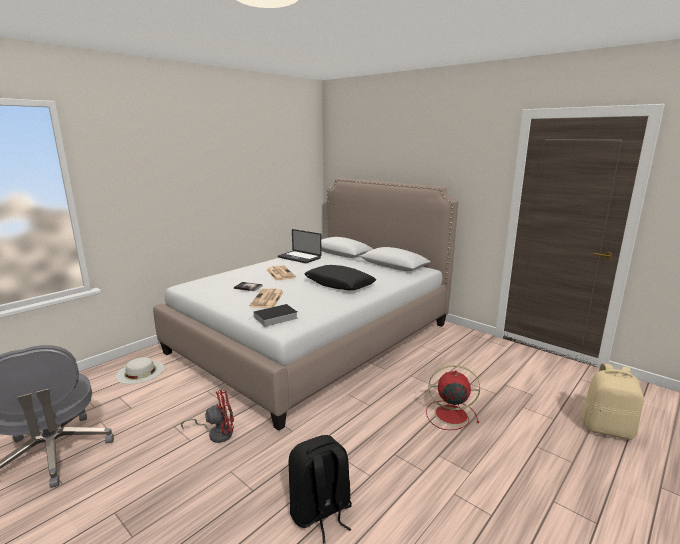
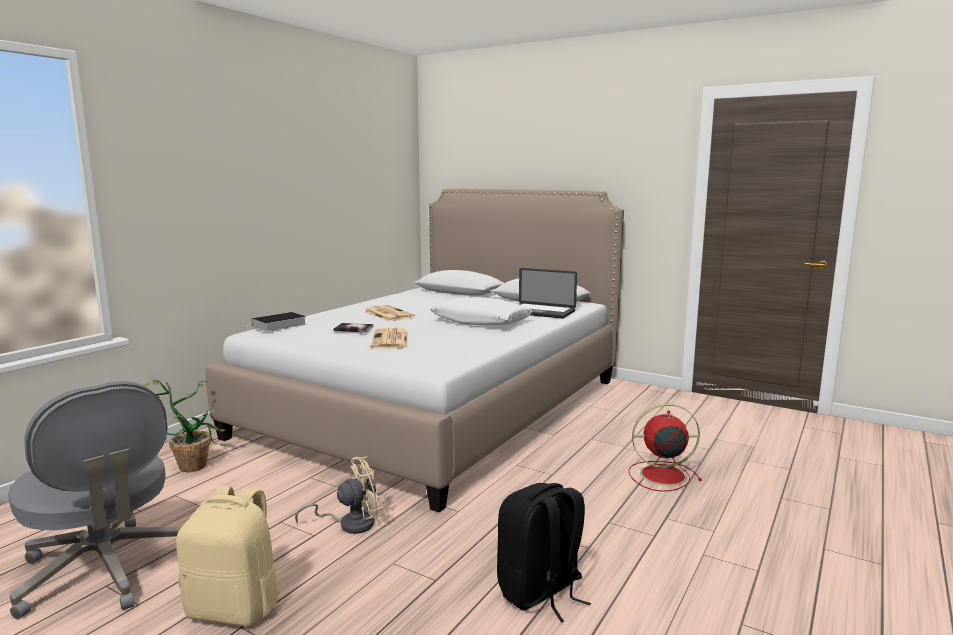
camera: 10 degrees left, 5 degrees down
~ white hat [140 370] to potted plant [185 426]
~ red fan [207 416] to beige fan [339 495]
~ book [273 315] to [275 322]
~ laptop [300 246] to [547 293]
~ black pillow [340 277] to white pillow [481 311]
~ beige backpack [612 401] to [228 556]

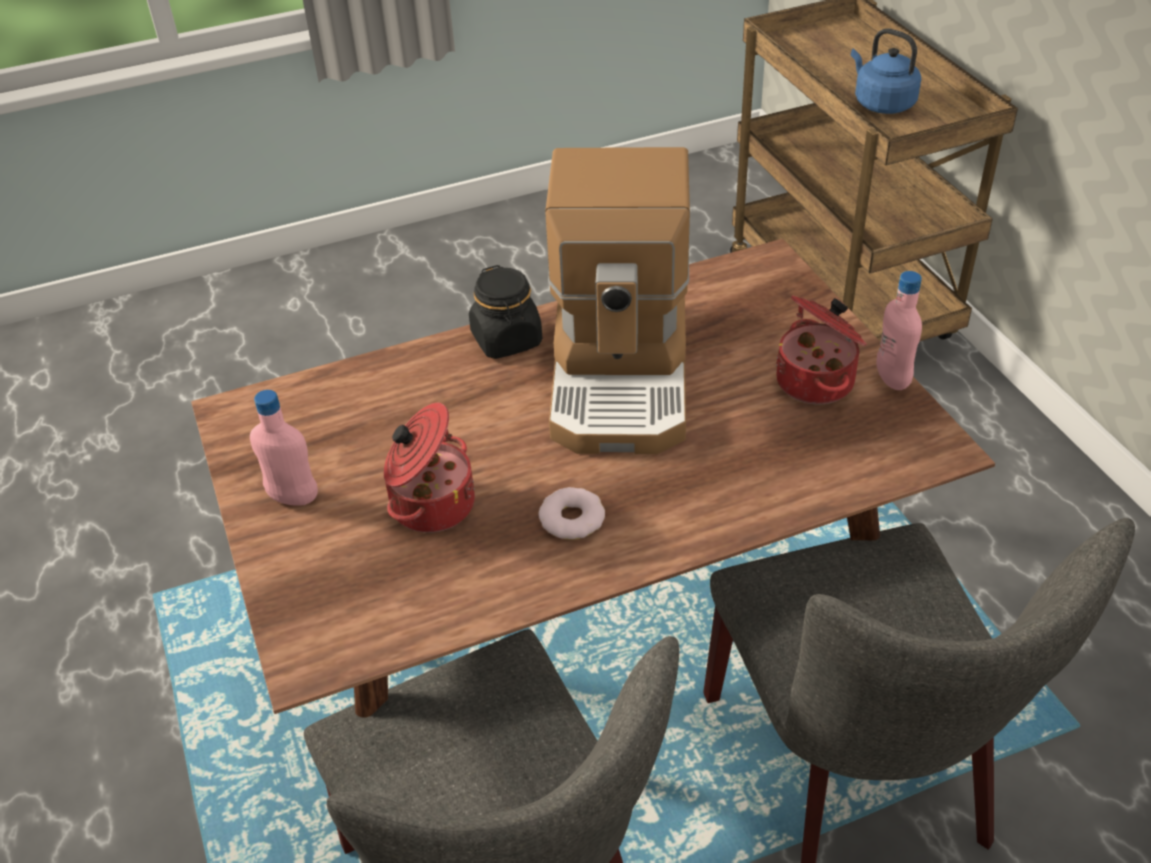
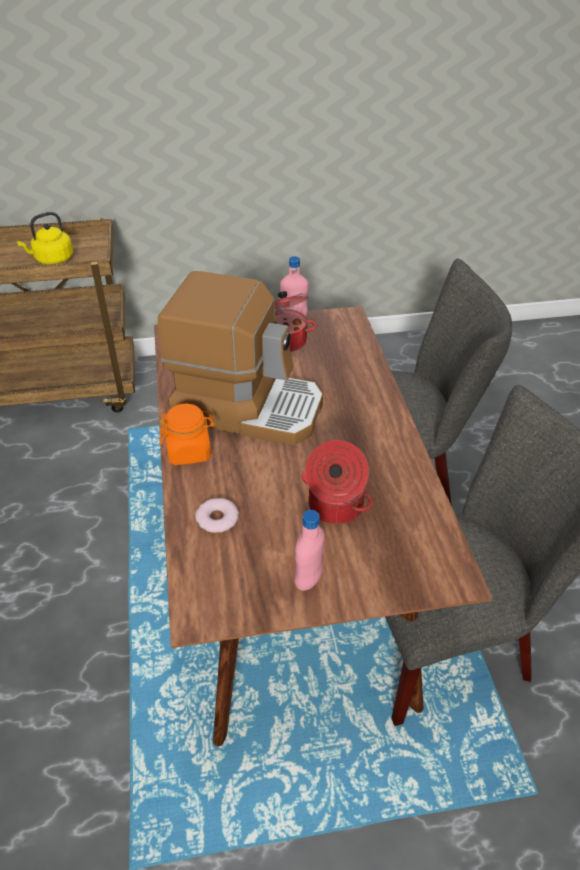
camera: 80 degrees left, 0 degrees up
~ black jar [505 312] to orange jar [187 434]
~ donut [572 513] to [217 515]
~ blue kettle [886 71] to yellow kettle [45 238]

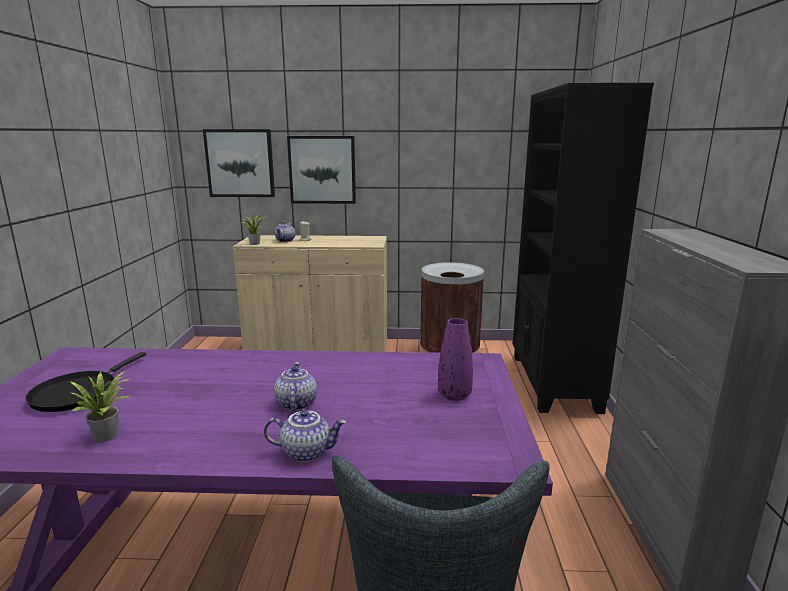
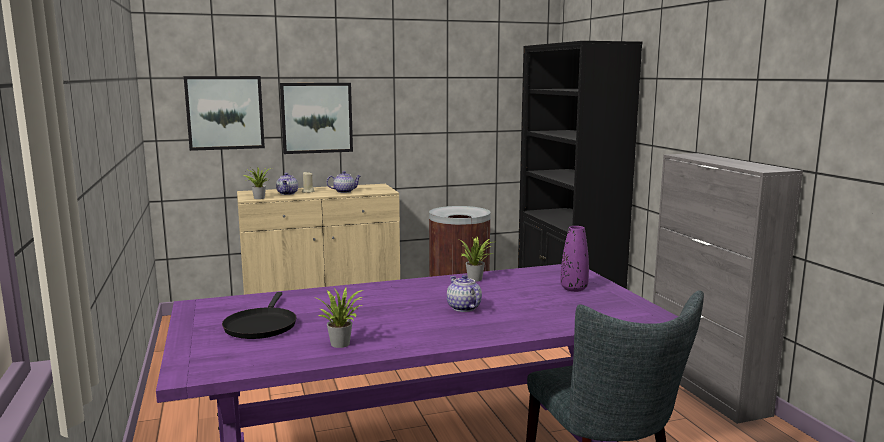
camera: 20 degrees left, 5 degrees down
~ teapot [305 435] to [343 182]
+ potted plant [477 259]

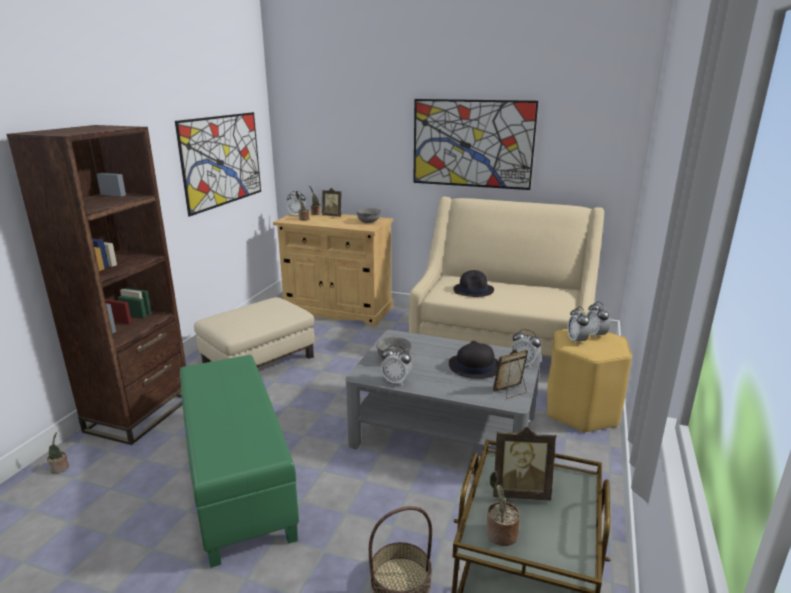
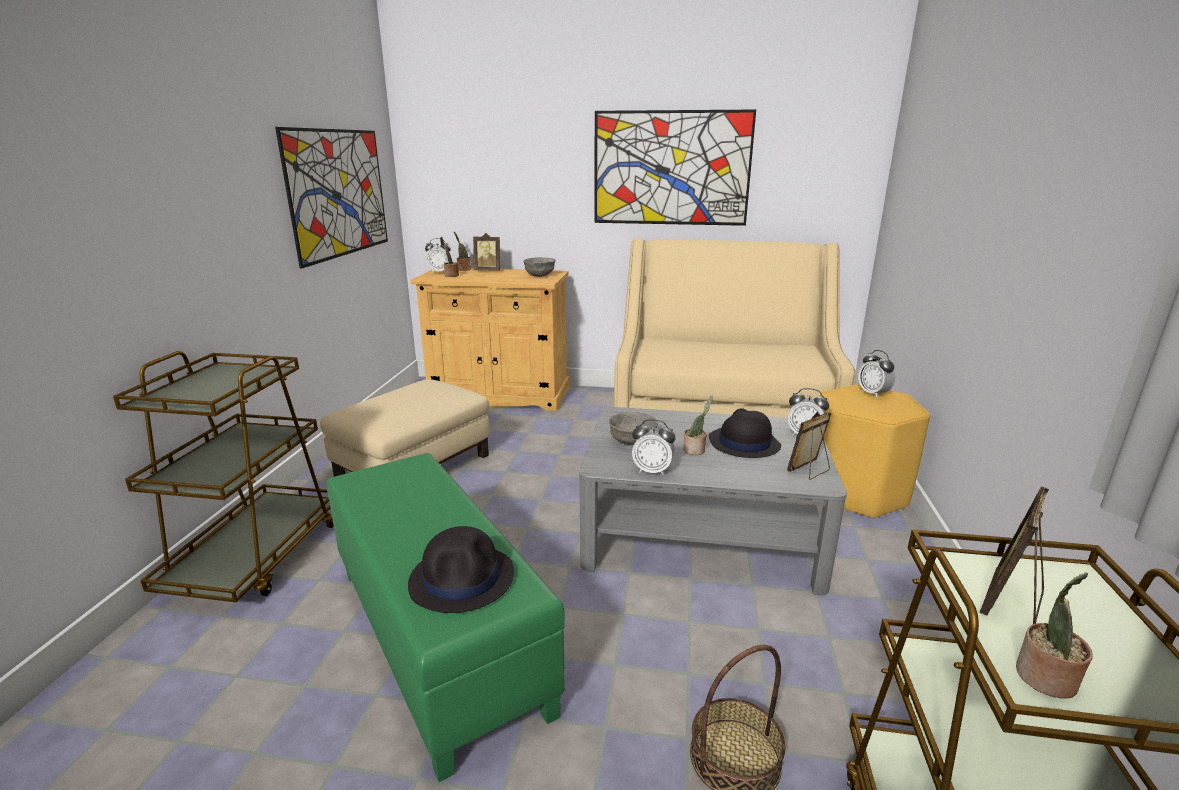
camera: 10 degrees left, 0 degrees up
~ brown bookcase [96 285] to brown cart [223 476]
~ potted plant [58 453] to [698 425]
~ black hat [473 283] to [461 569]
~ picture frame [524 464] = [1014 555] 135 degrees clockwise
- alarm clock [579 325]

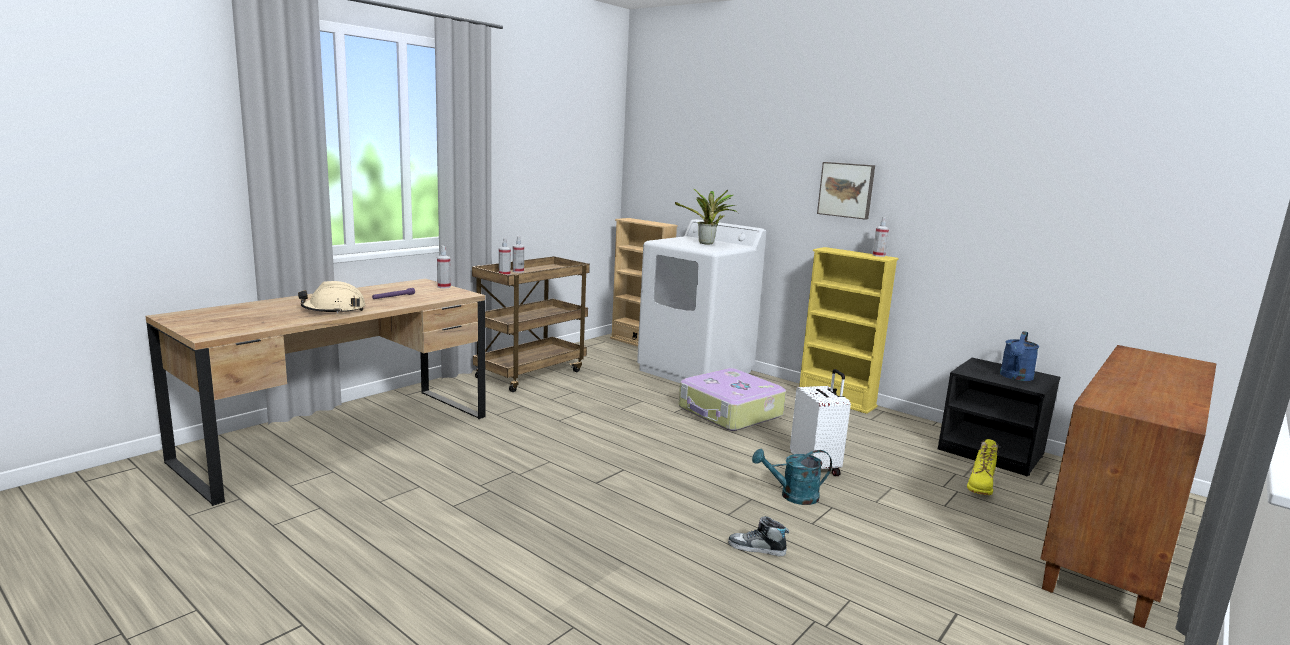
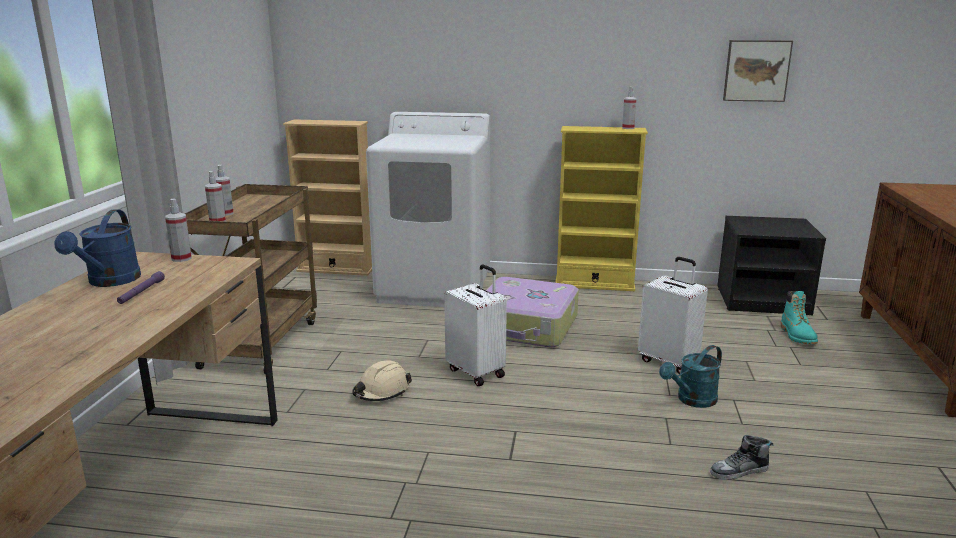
camera: 30 degrees left, 5 degrees up
~ beige hard hat [332 297] to [382 380]
- potted plant [706 216]
~ picture [846 191] to [758 71]
~ yellow boot [983 467] to turquoise boot [799 317]
~ blue watering can [1019 356] to [97 248]
+ white suitcase [475 325]

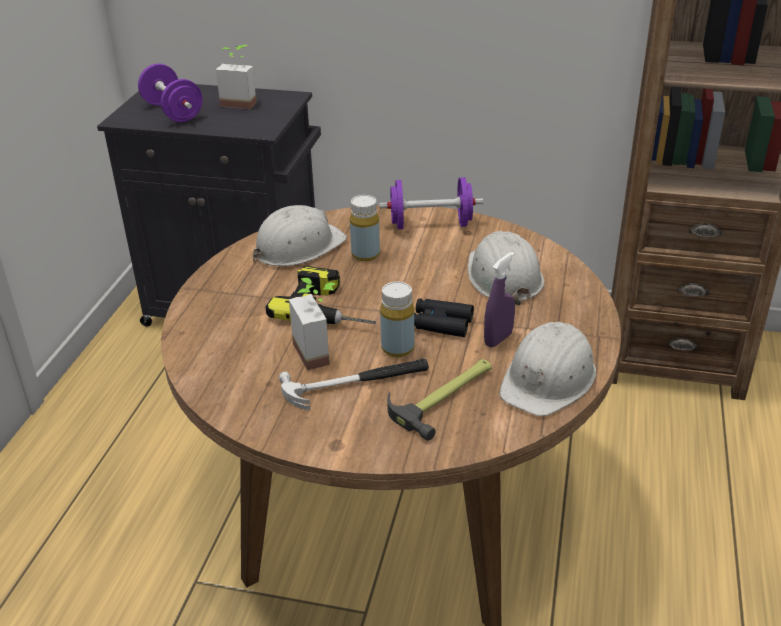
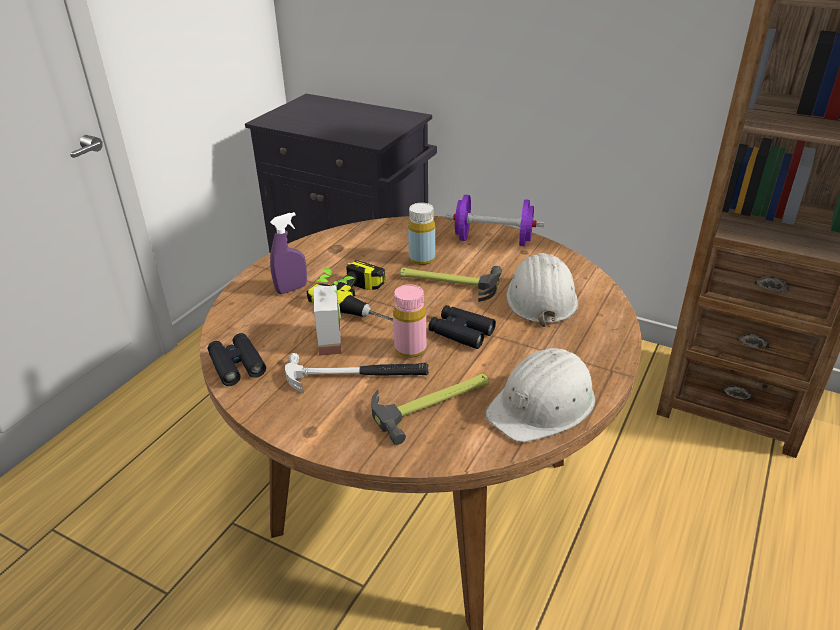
camera: 15 degrees right, 0 degrees up
- purple dumbbell [170 93]
- potted plant [236 77]
- white hard hat [300 235]
~ yellow bottle [397 319] to pink bottle [410 321]
~ purple spray bottle [499 299] to [288 253]
+ black binoculars [237 359]
+ hammer [451 284]

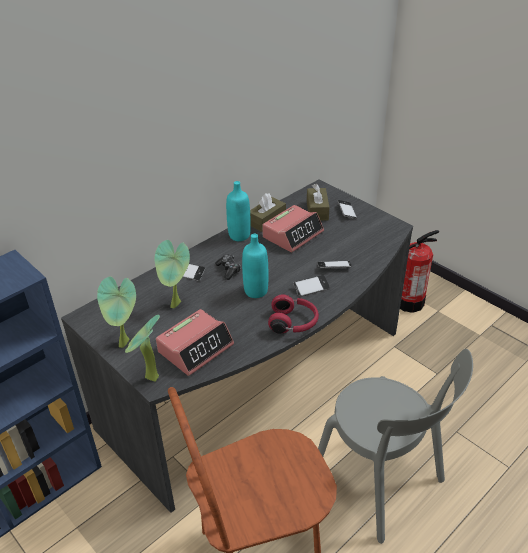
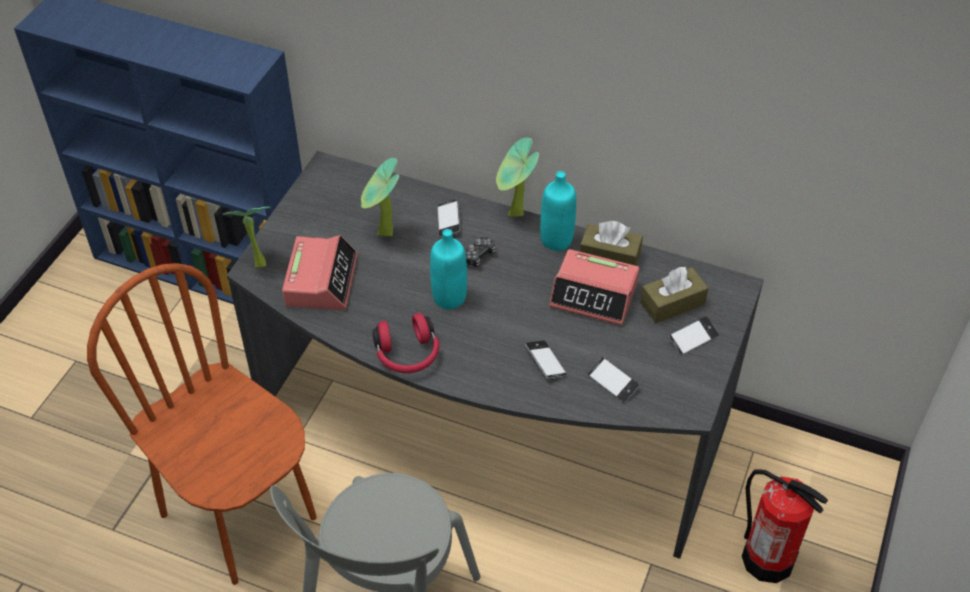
camera: 65 degrees right, 10 degrees up
~ potted plant [116 312] to [517 177]
~ alarm clock [195 342] = [320 272] 105 degrees counterclockwise
~ phone [311 286] to [614 380]

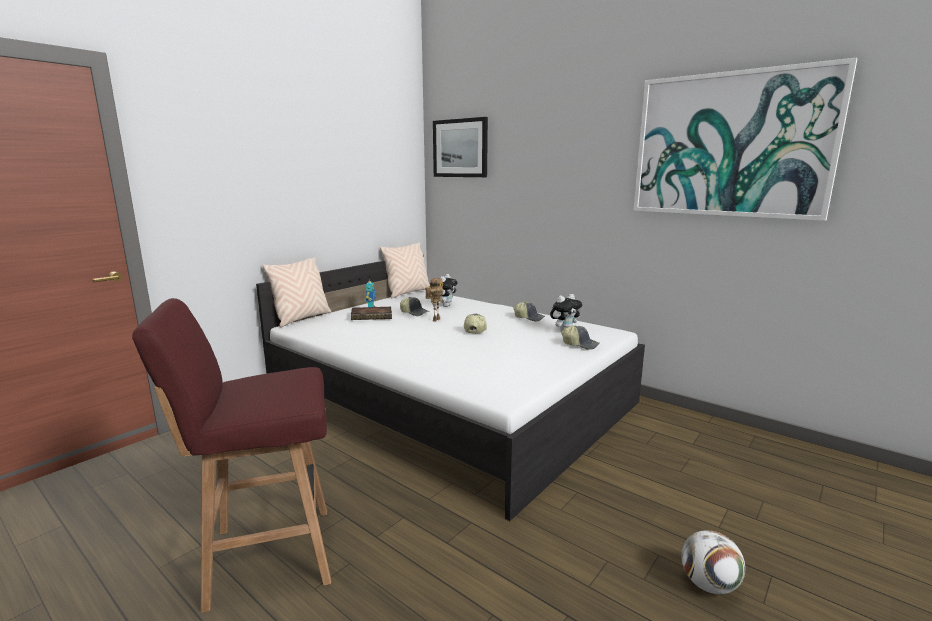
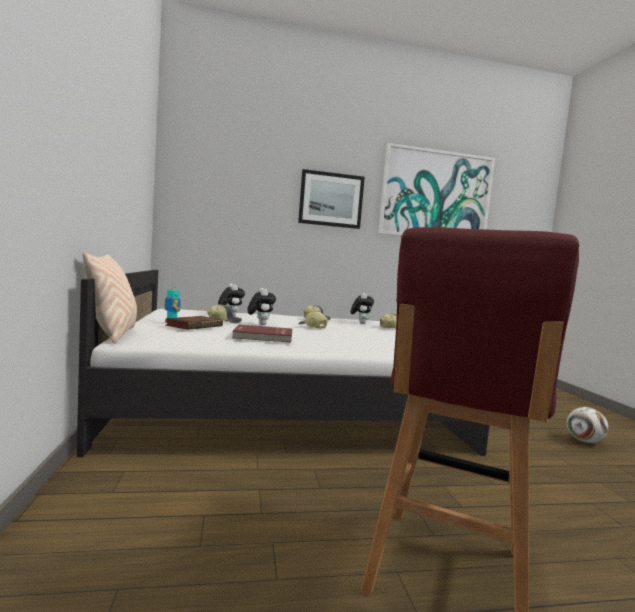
camera: 50 degrees left, 10 degrees down
- beige pillow [405 270]
~ toy robot [434 300] to plush toy [261 306]
~ picture [460 147] to [331 199]
+ red book [262 334]

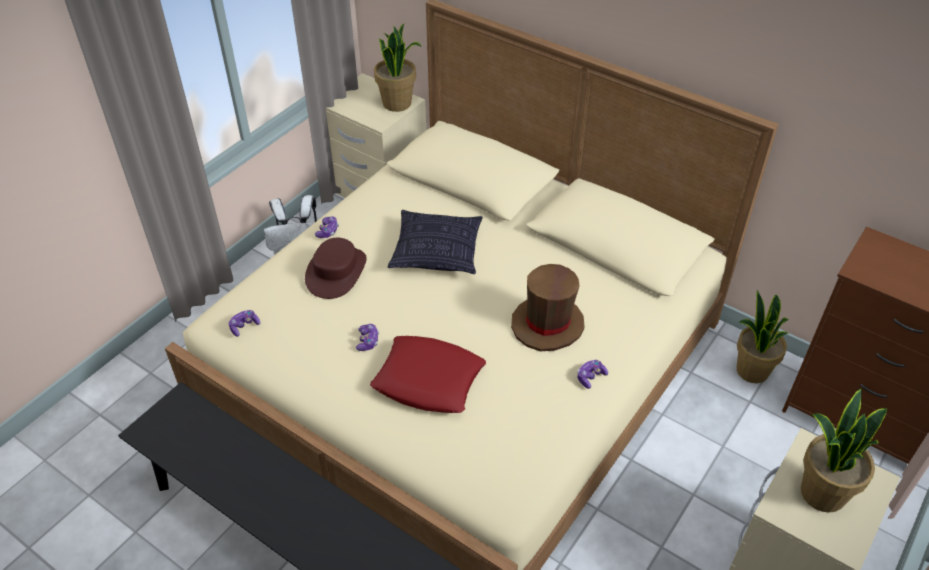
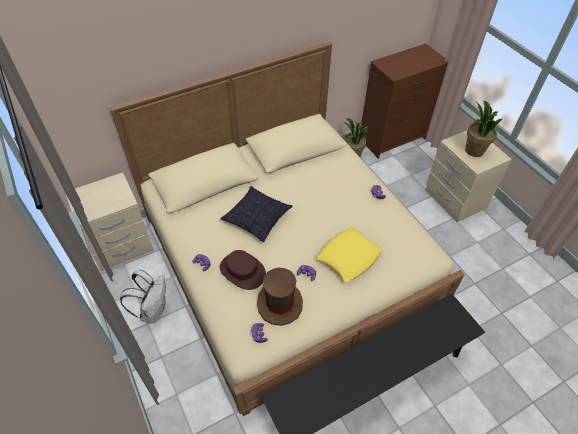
camera: 65 degrees left, 5 degrees up
~ red pillow [428 374] to yellow pillow [350 254]
- potted plant [398 68]
~ brown hat [547 307] to [280 297]

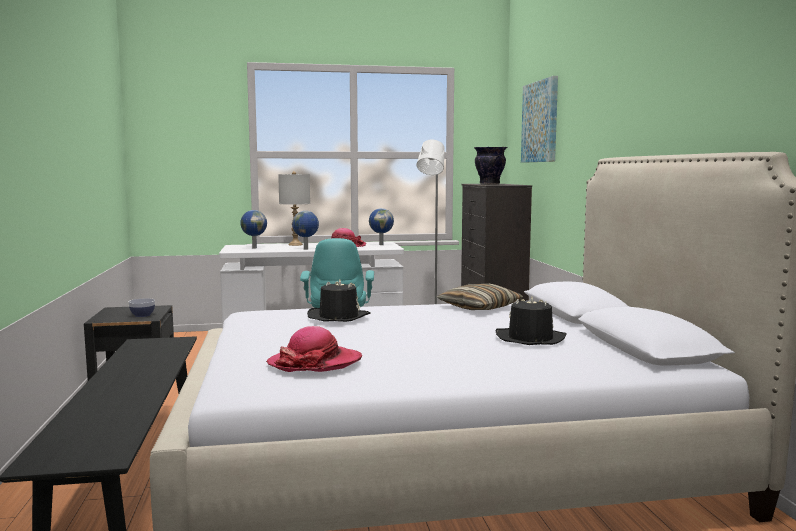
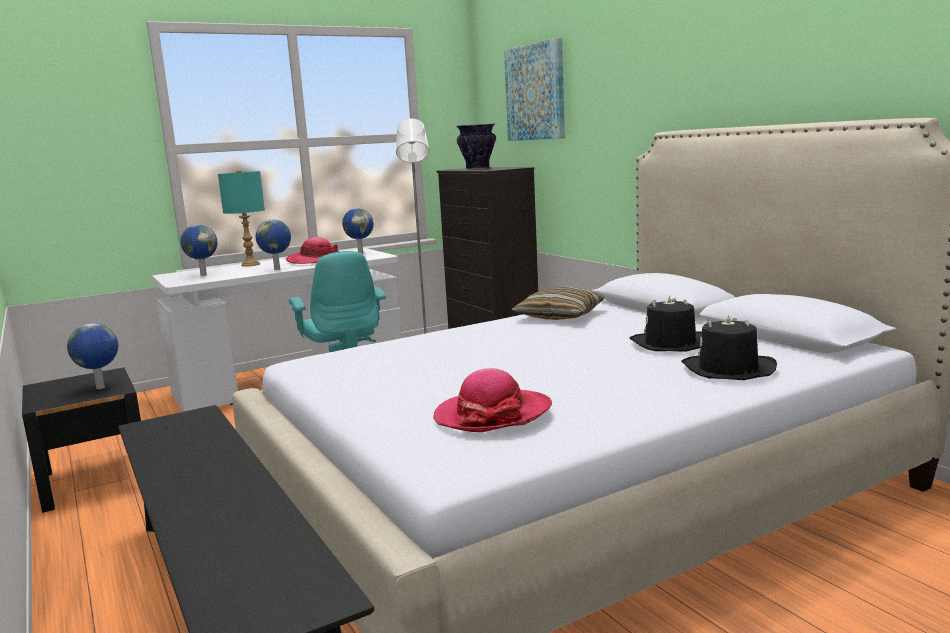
camera: 20 degrees left, 5 degrees up
~ bowl [141 307] to globe [92 356]
~ grey table lamp [294 208] to turquoise table lamp [241 218]
~ black hat [339 300] to [729 347]

